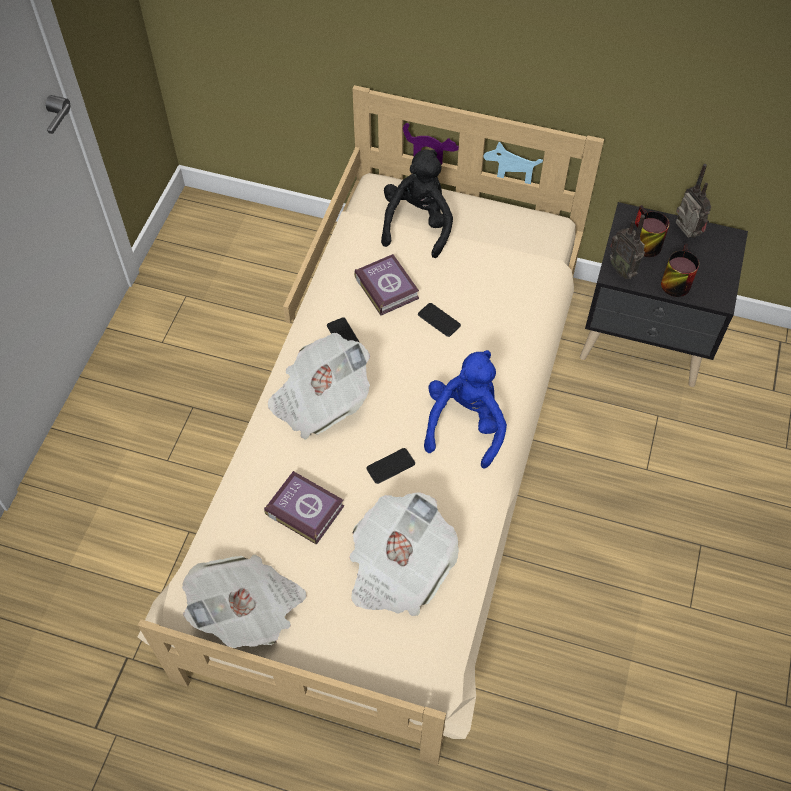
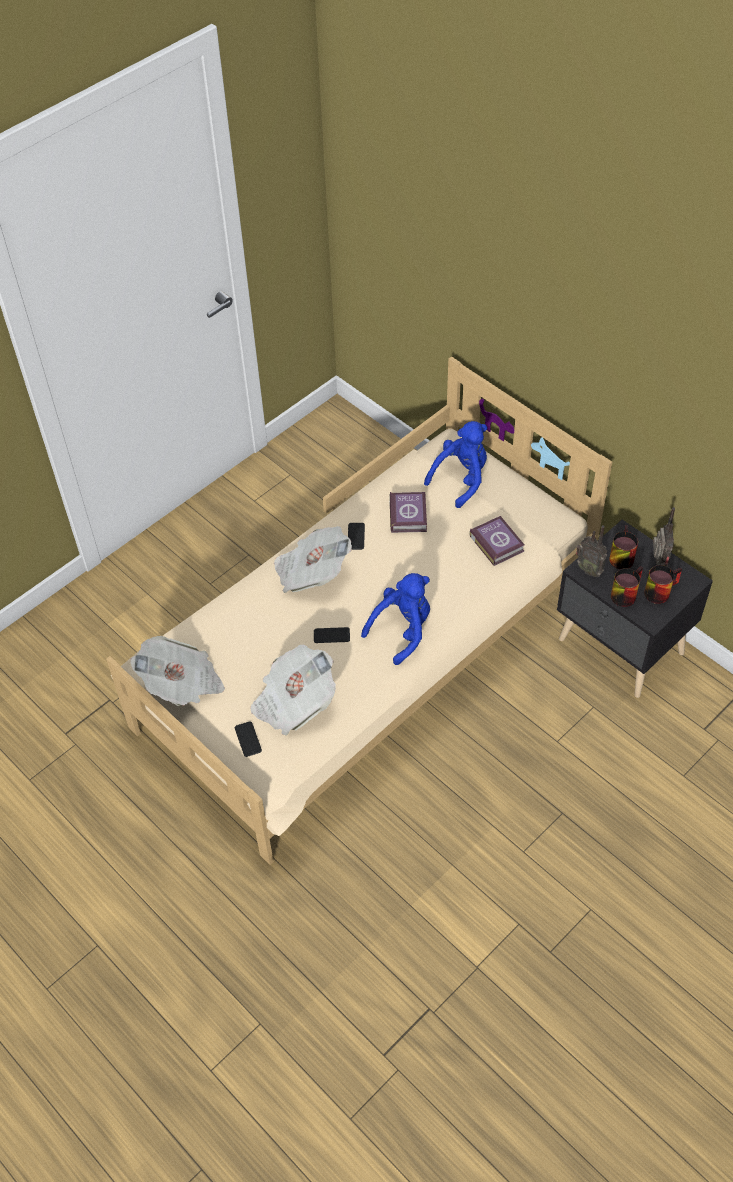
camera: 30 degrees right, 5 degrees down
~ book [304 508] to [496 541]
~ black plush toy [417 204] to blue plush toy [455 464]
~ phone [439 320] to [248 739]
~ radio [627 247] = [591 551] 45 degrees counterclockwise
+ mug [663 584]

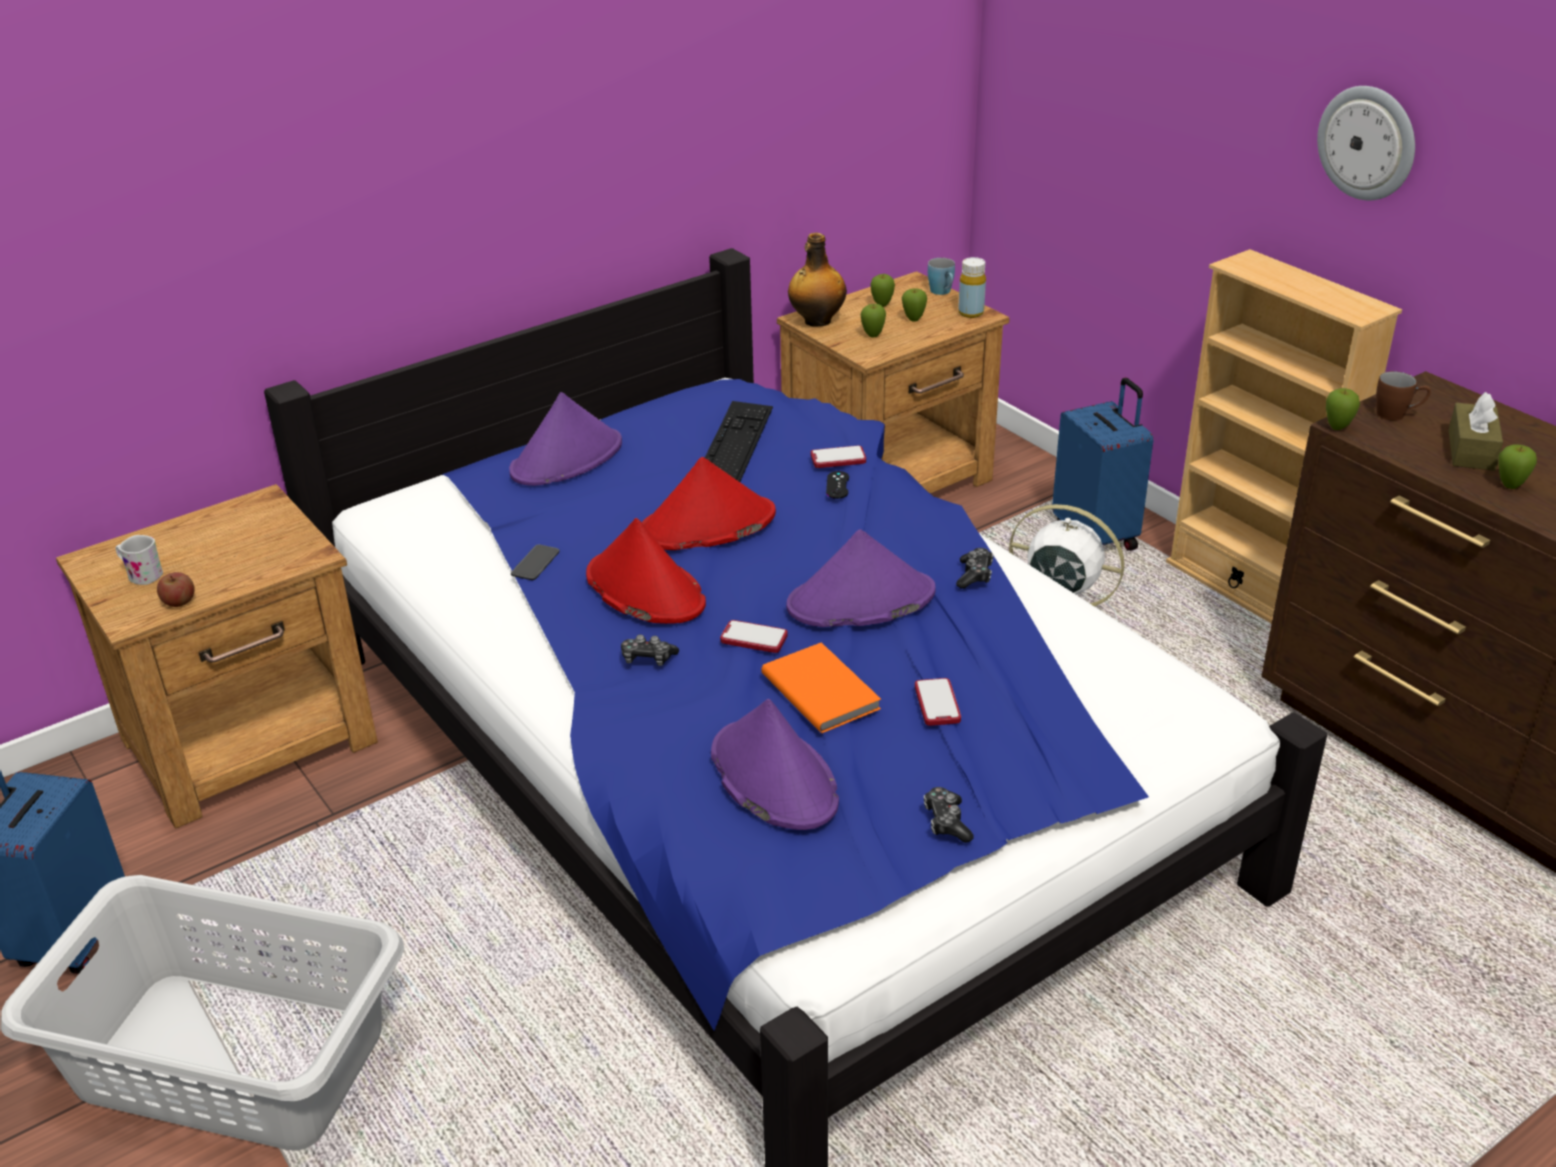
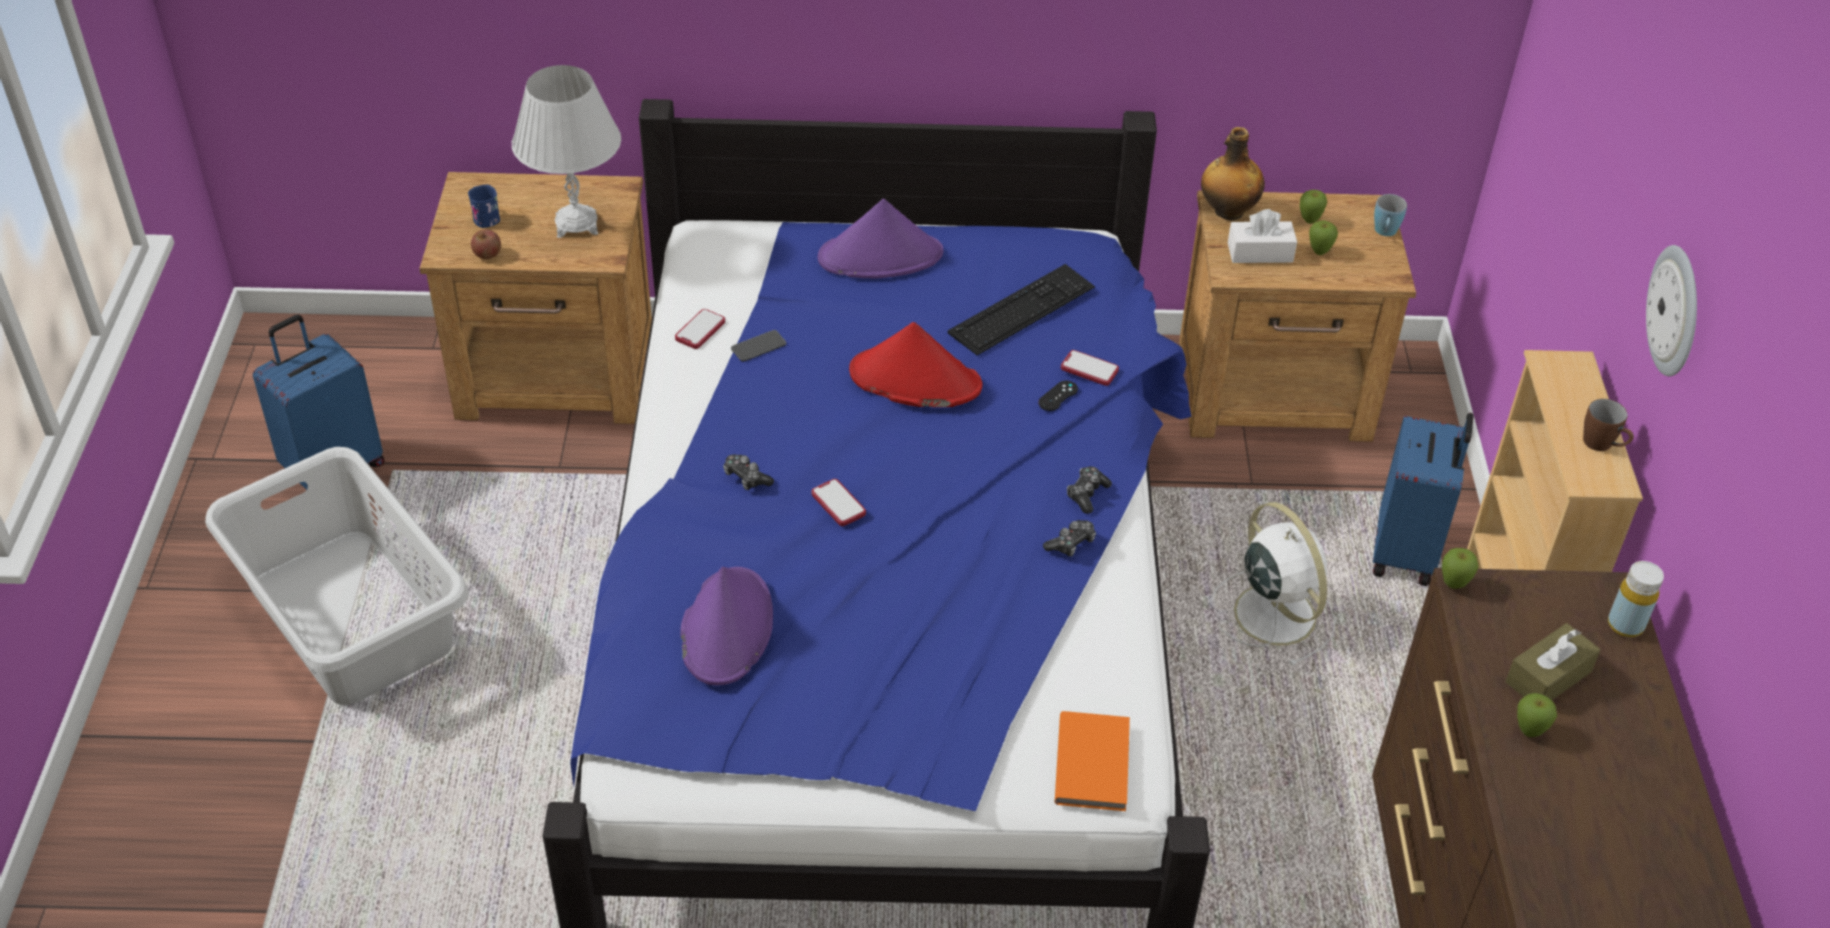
camera: 35 degrees right, 10 degrees up
~ white mug [139 560] to blue mug [484 206]
- red hat [646 571]
~ orange book [821 687] to [1092 761]
- purple hat [861 578]
~ apple [873 320] to white tissue box [1262 236]
~ phone [938 702] to [700 329]
~ game controller [948 815] to [1089 490]
~ yellow bottle [972 287] to [1636 599]
~ brown mug [1403 396] to [1608 425]
+ white table lamp [566 151]

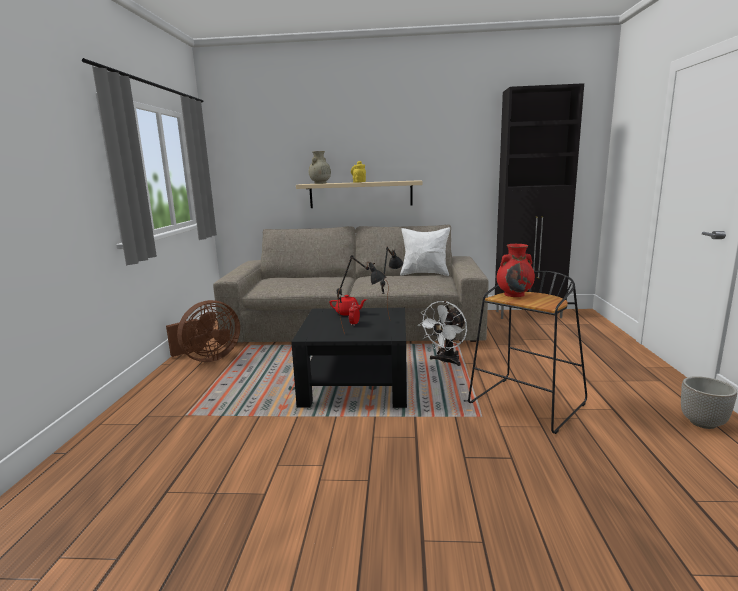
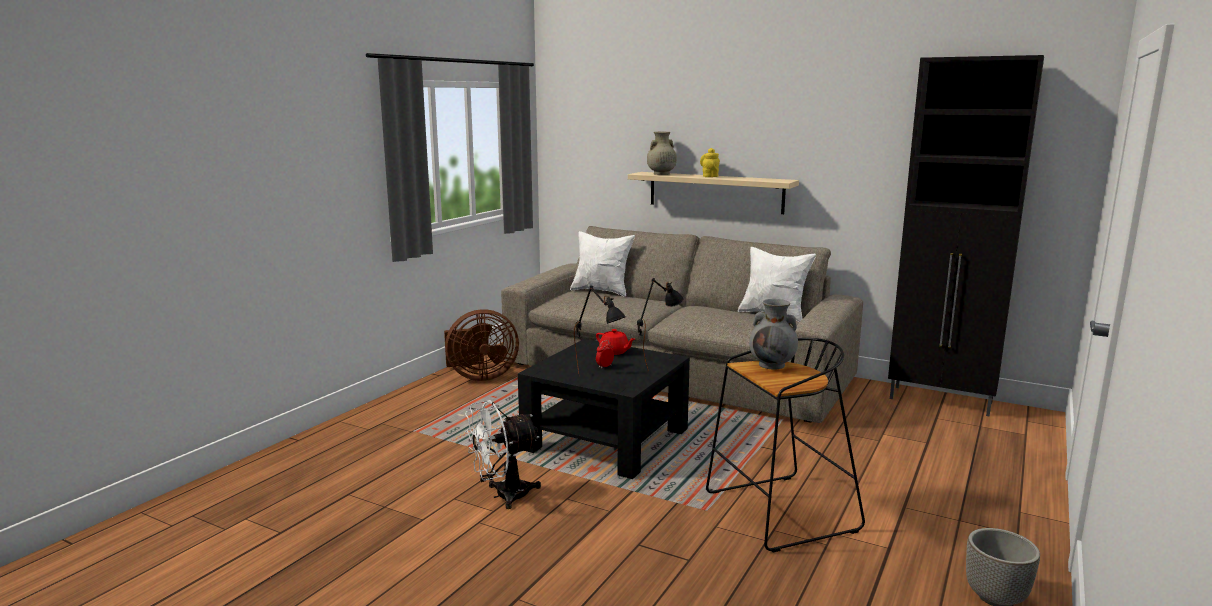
camera: 25 degrees right, 0 degrees up
~ white fan [442 333] to [503 454]
~ red vase [516 270] to grey vase [773 334]
+ white pillow [602 264]

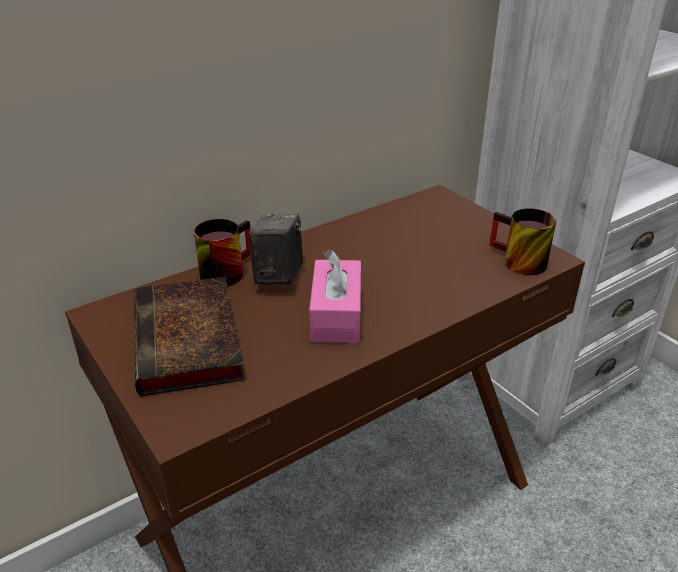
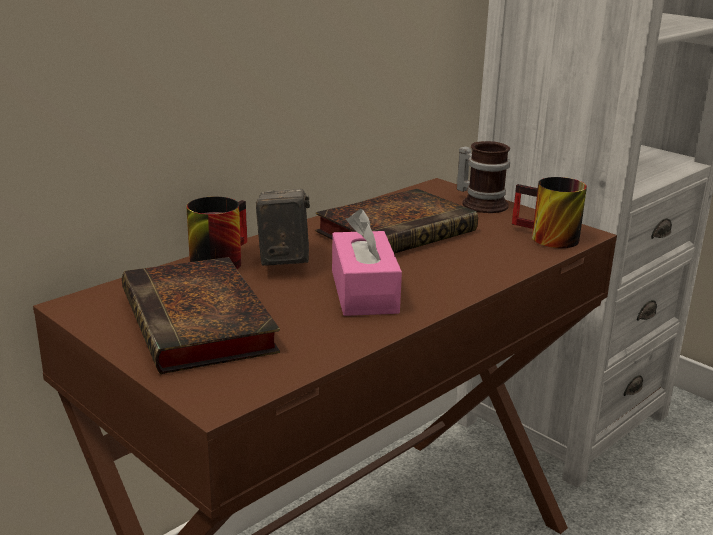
camera: 10 degrees left, 10 degrees down
+ book [396 221]
+ mug [483 177]

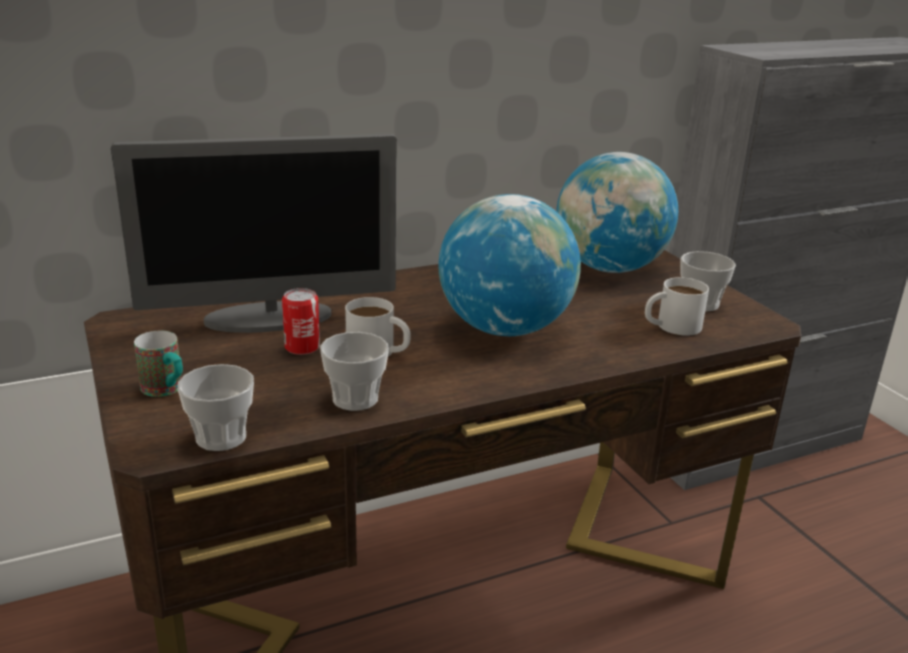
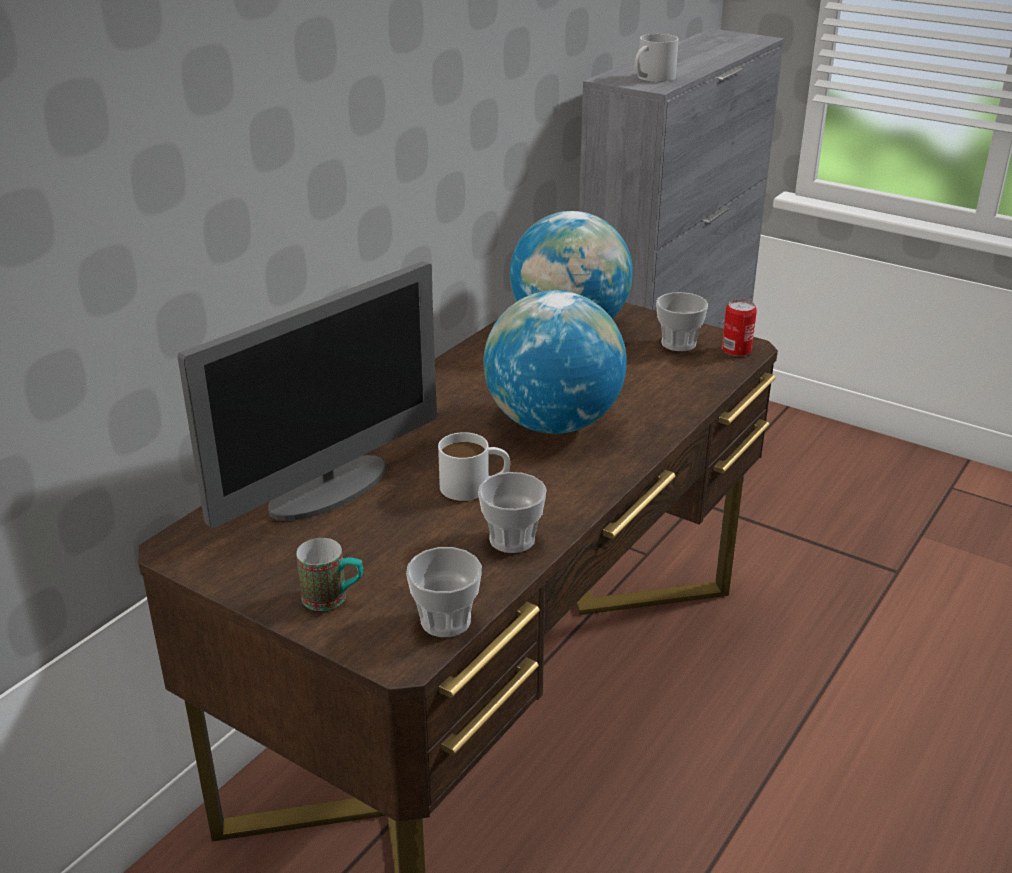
camera: 30 degrees left, 5 degrees up
~ can [301 321] to [739 327]
~ white mug [677 306] to [657 58]

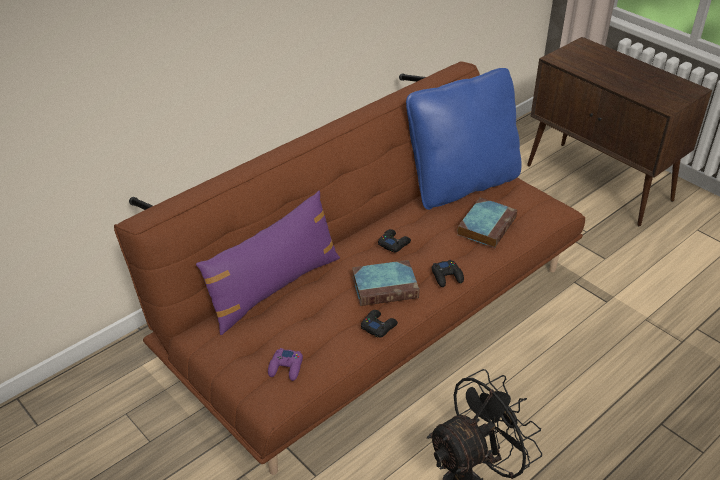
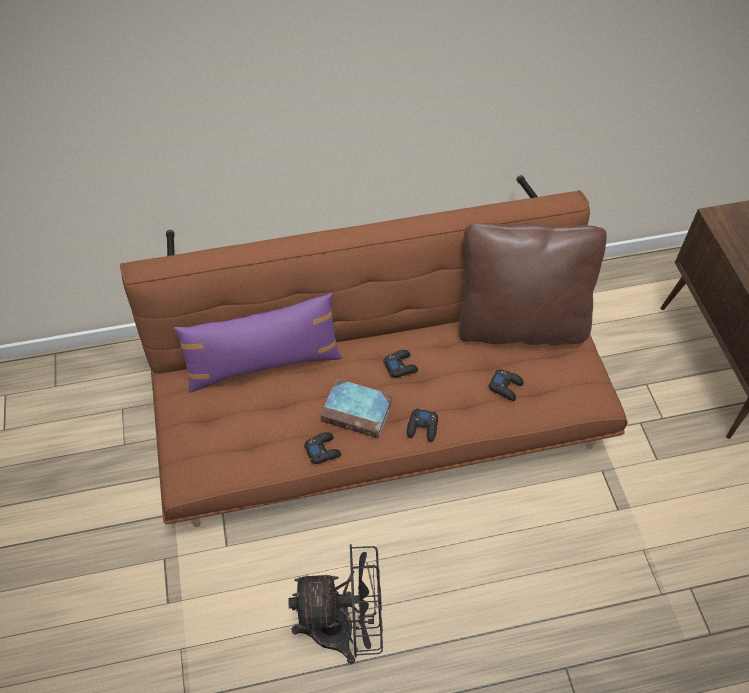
camera: 30 degrees right, 15 degrees up
- purple game controller [285 364]
~ blue pillow [464 139] to brown pillow [532 284]
~ book [487 223] to black game controller [506 385]

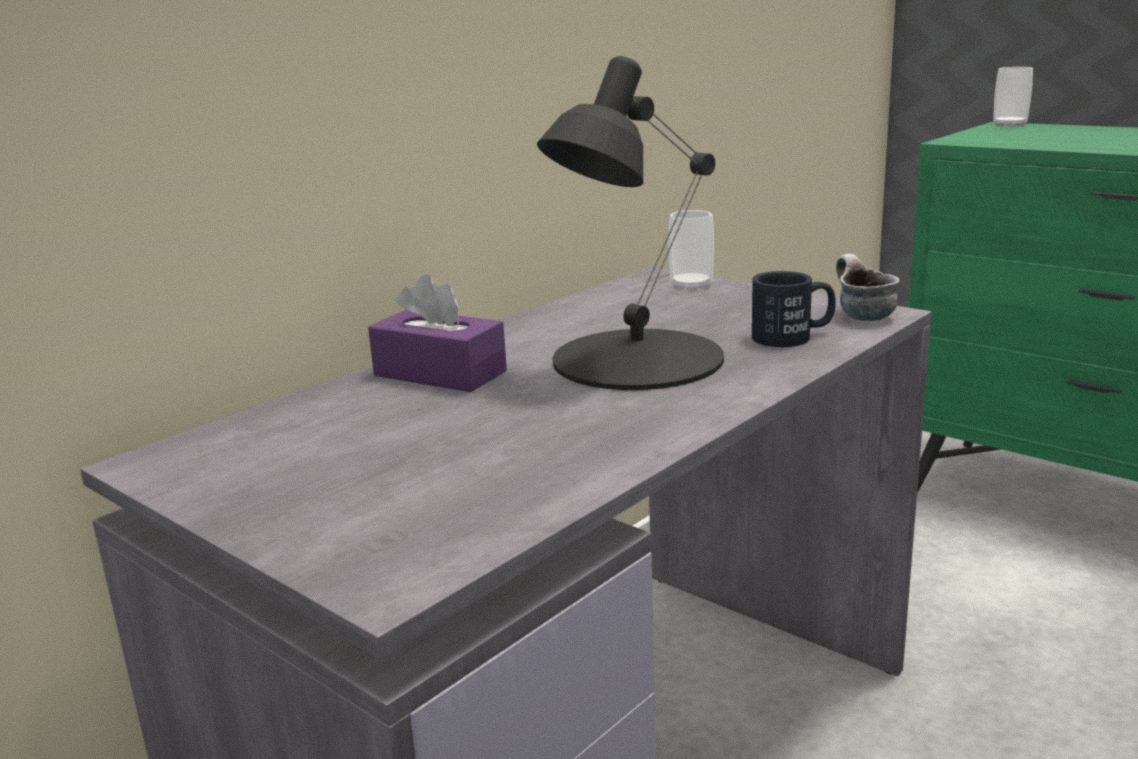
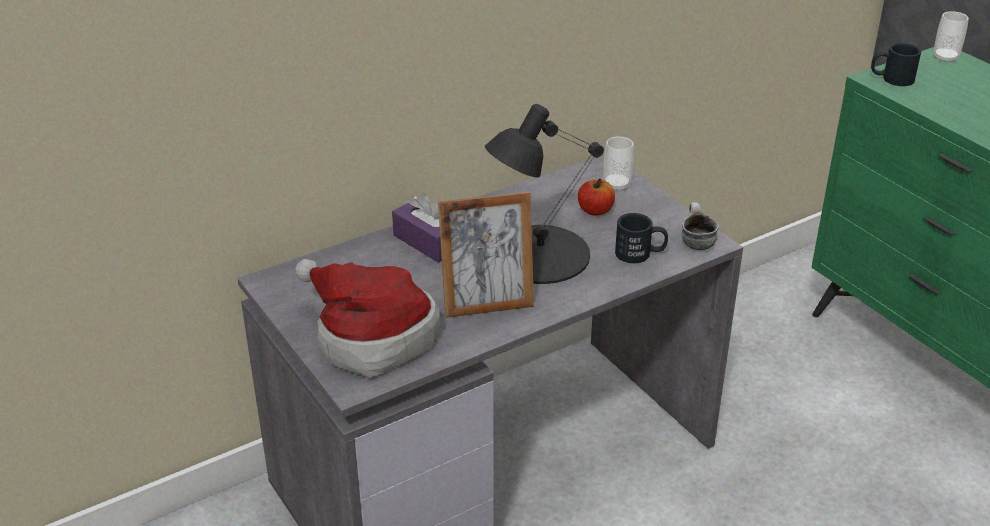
camera: 15 degrees right, 15 degrees up
+ hat [368 318]
+ picture frame [486 255]
+ apple [596 197]
+ black mug [896 64]

